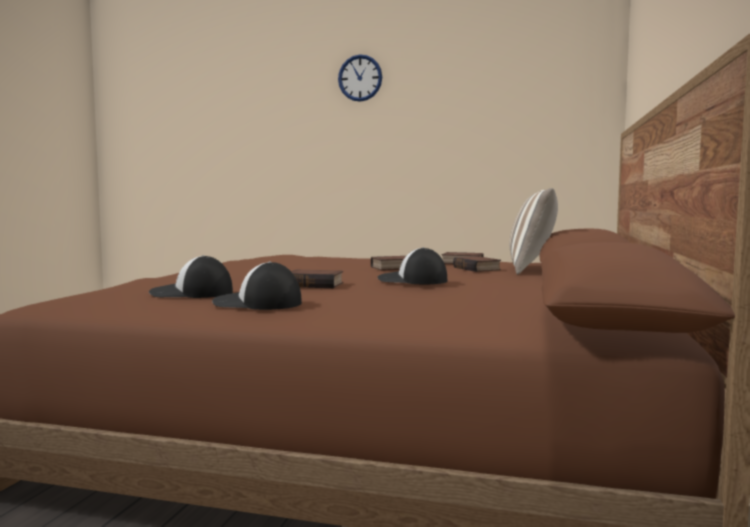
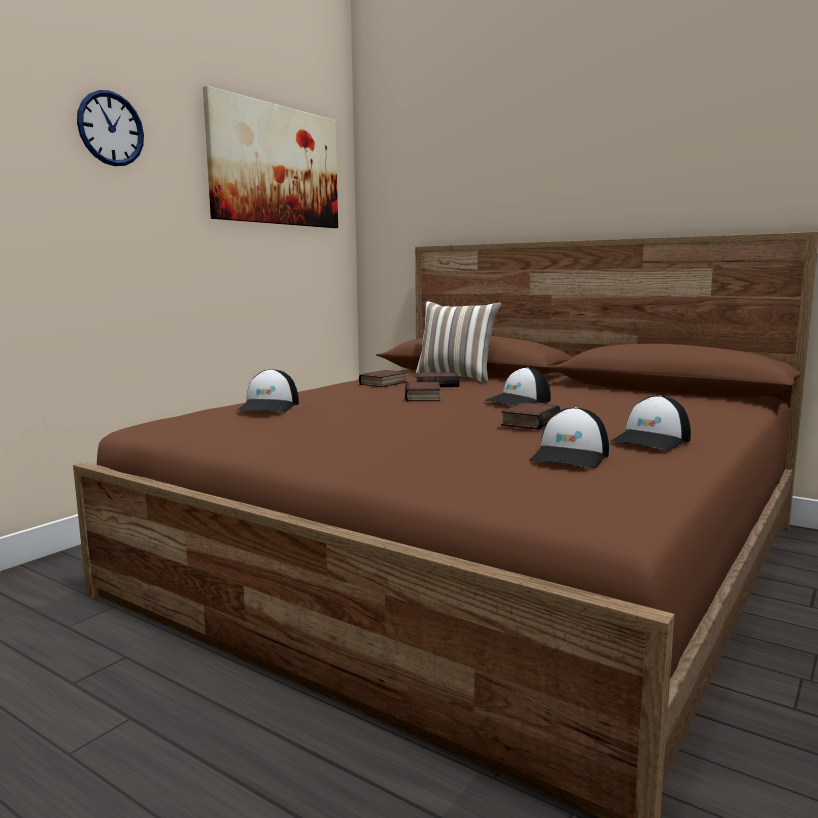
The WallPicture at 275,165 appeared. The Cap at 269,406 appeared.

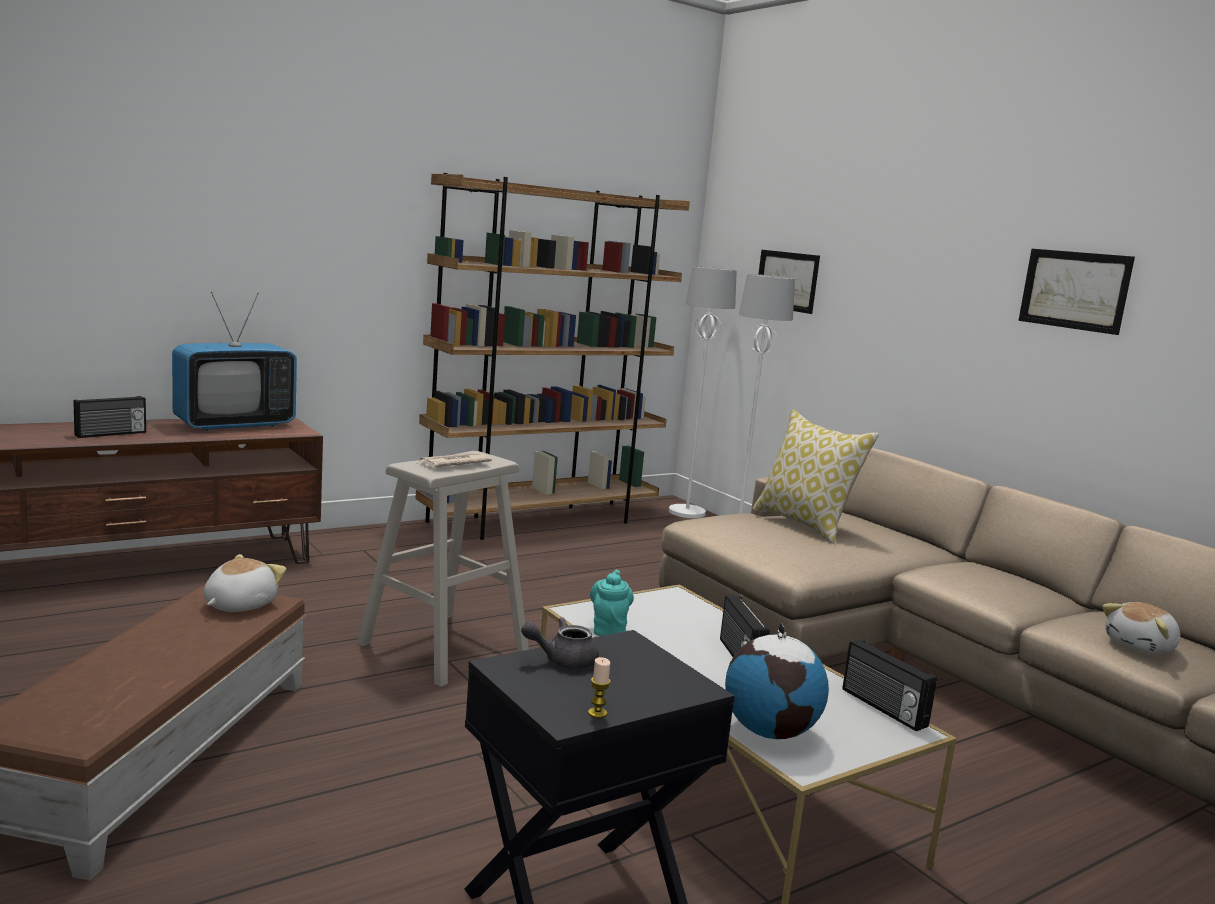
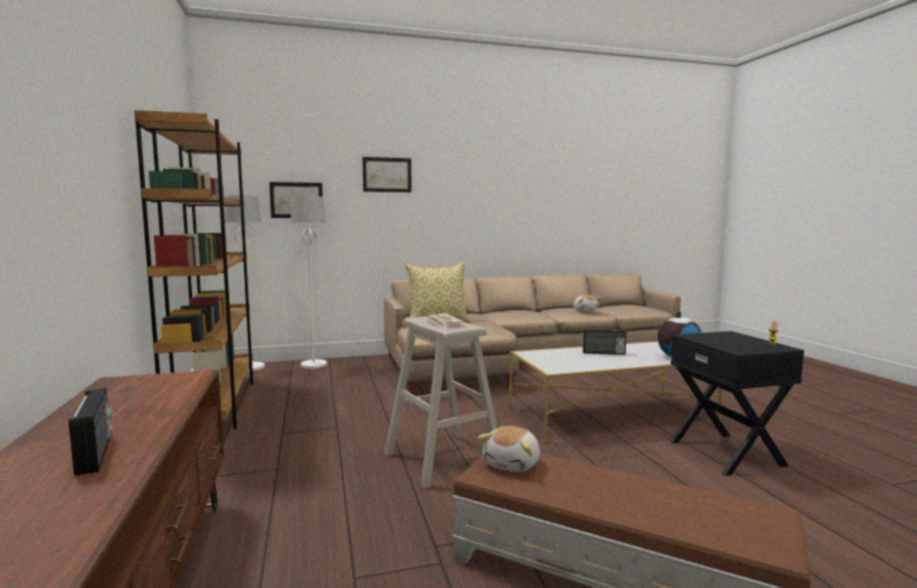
The Television at 234,425 disappeared. The GreyishTeaPot at 562,660 disappeared. The TurquoiseColouredTeaPot at 609,629 disappeared. The Radio at 882,708 disappeared. The WallPicture moved from 1074,290 to 387,174. The PlushToy at 238,605 turned 105 degrees counterclockwise.

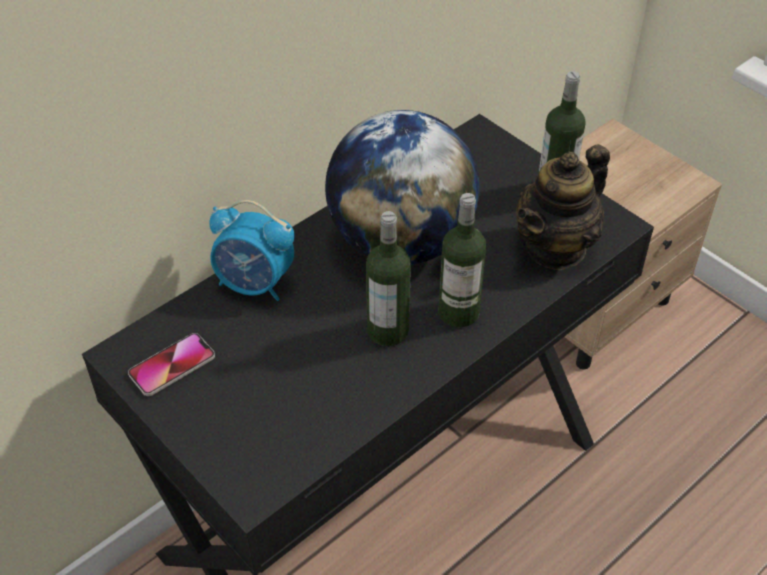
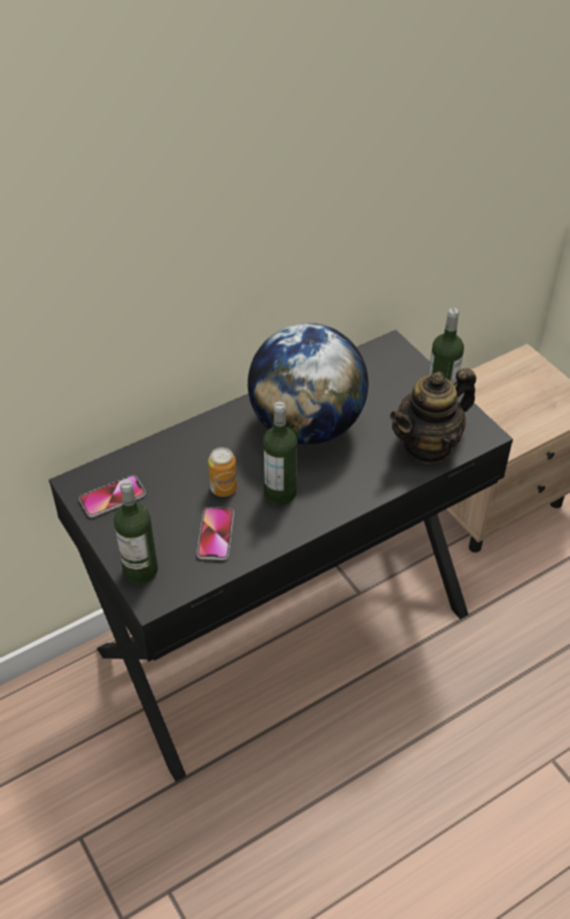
The TableClock at 255,284 disappeared. The Handset at 215,534 appeared. The MetalCan at 223,488 appeared. The BeverageBottle moved from 458,312 to 140,570.

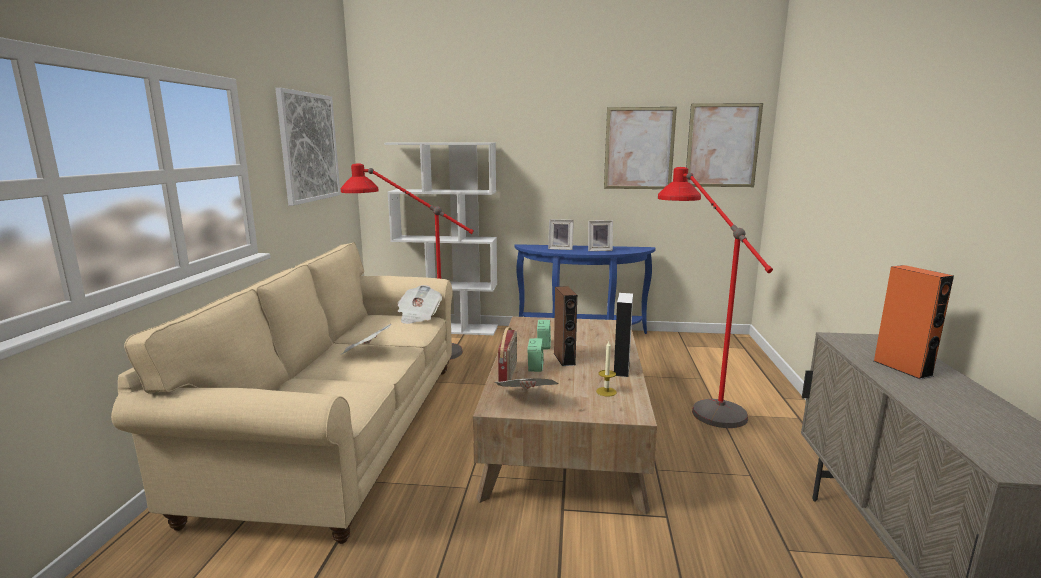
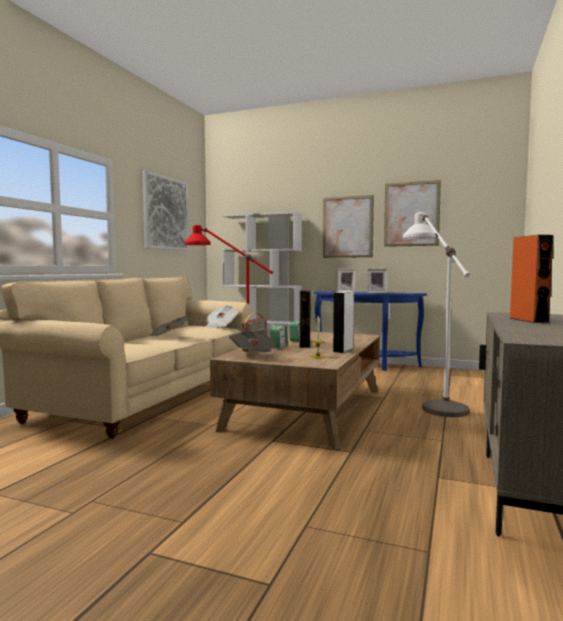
The WallPicture moved from 722,145 to 347,227. The RedStandardLamp at 696,398 became the WhitishStandardLamp at 432,400.

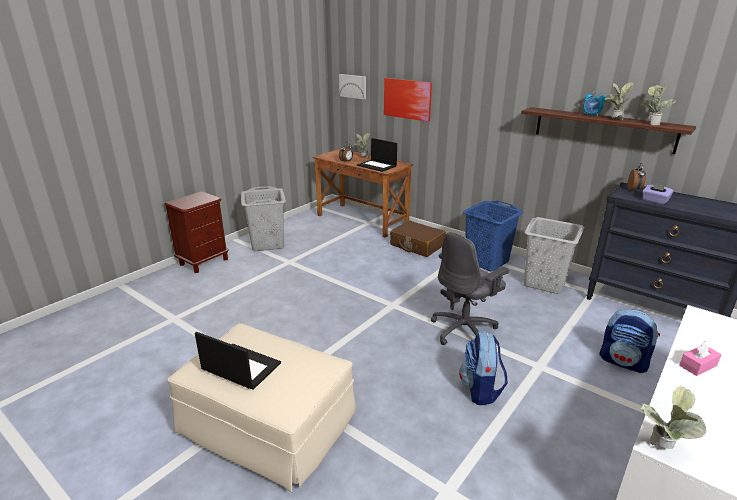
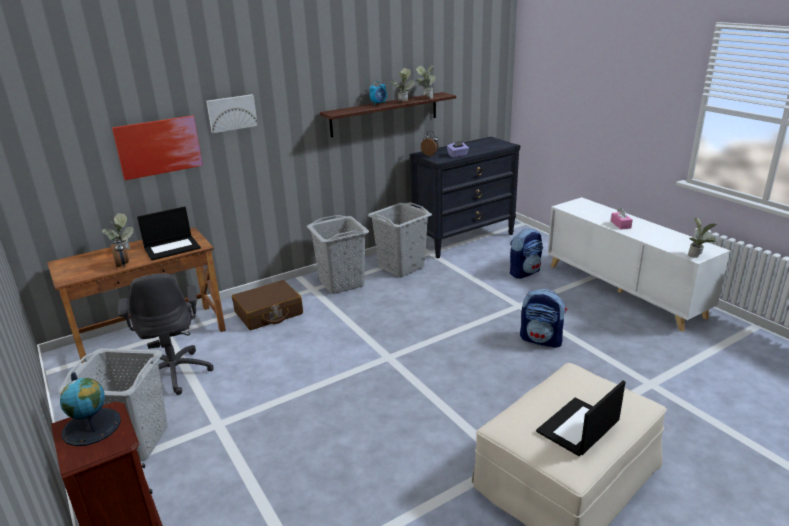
The WorldGlobe at 92,426 appeared. The WallPicture moved from 353,86 to 231,113. The GreyishComputerChair moved from 464,330 to 175,373. The BluishWashingBasket at 487,261 became the GreyishWashingBasket at 342,283.

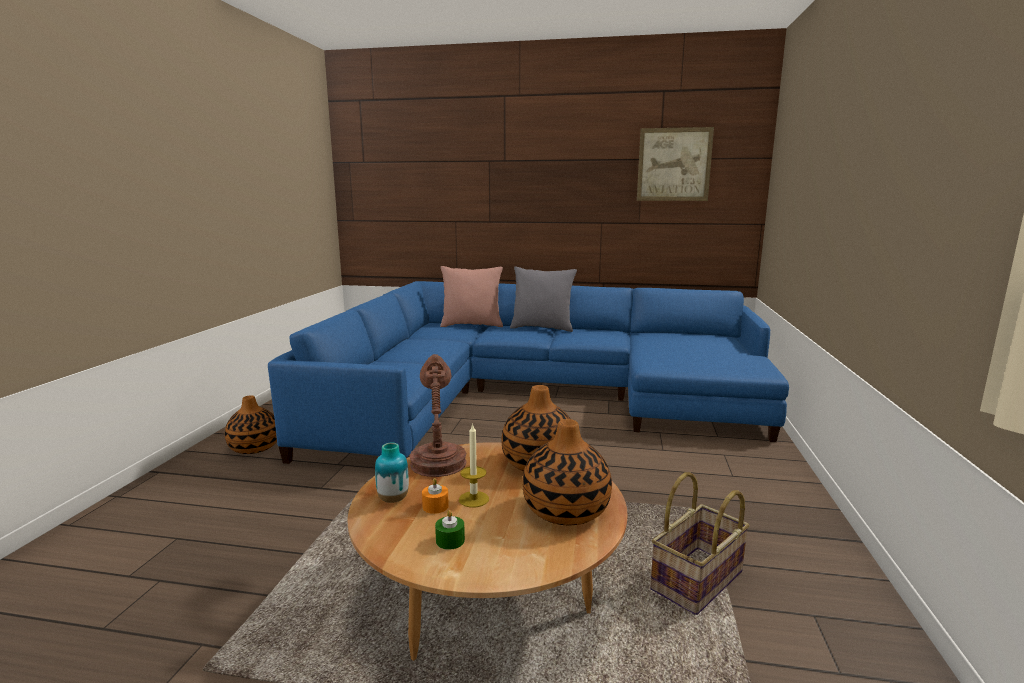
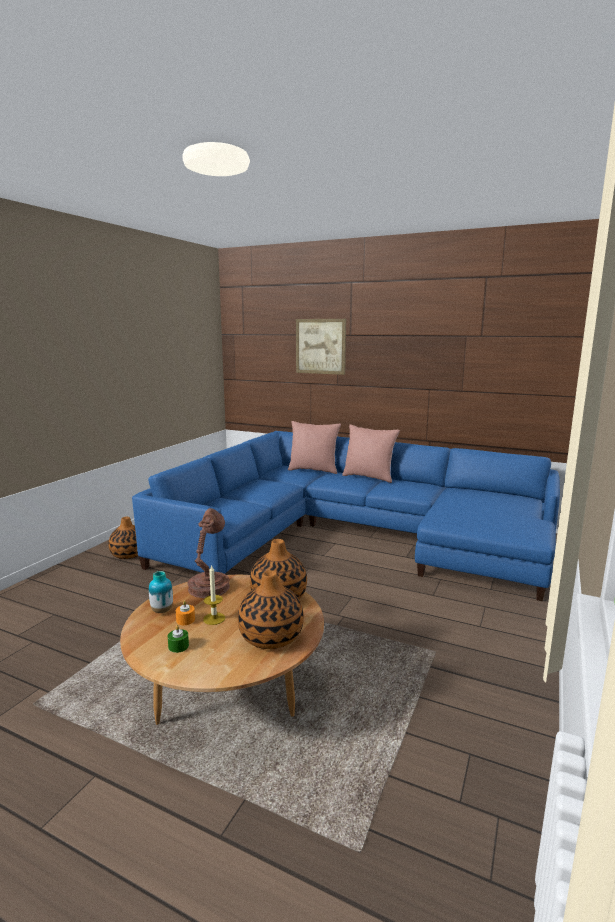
The HouseholdBasket at 698,582 disappeared. The WallPicture moved from 674,164 to 320,346. The GreyishPillow at 542,328 became the PinkColouredPillow at 369,477.

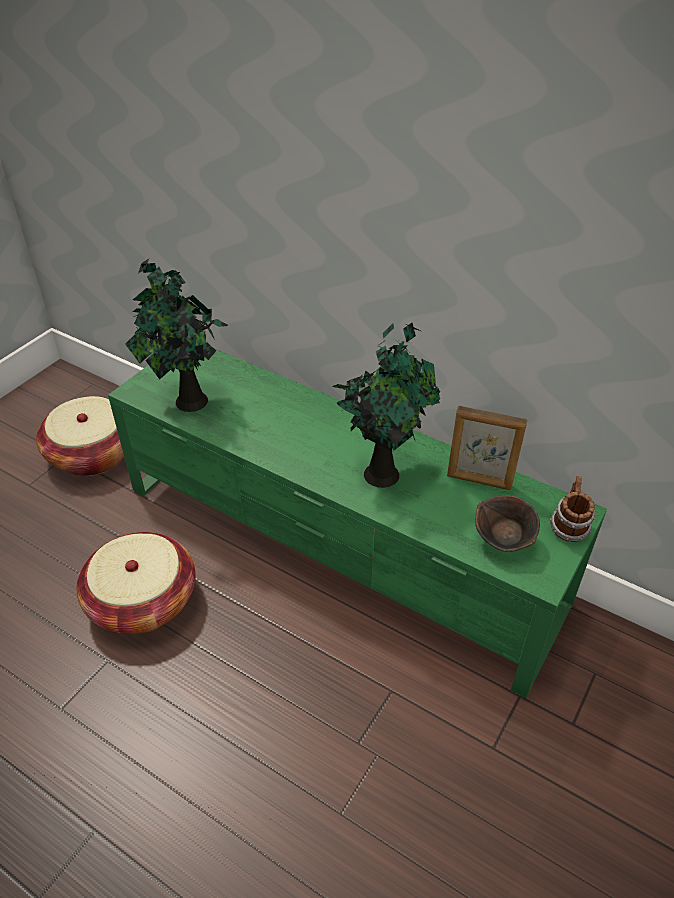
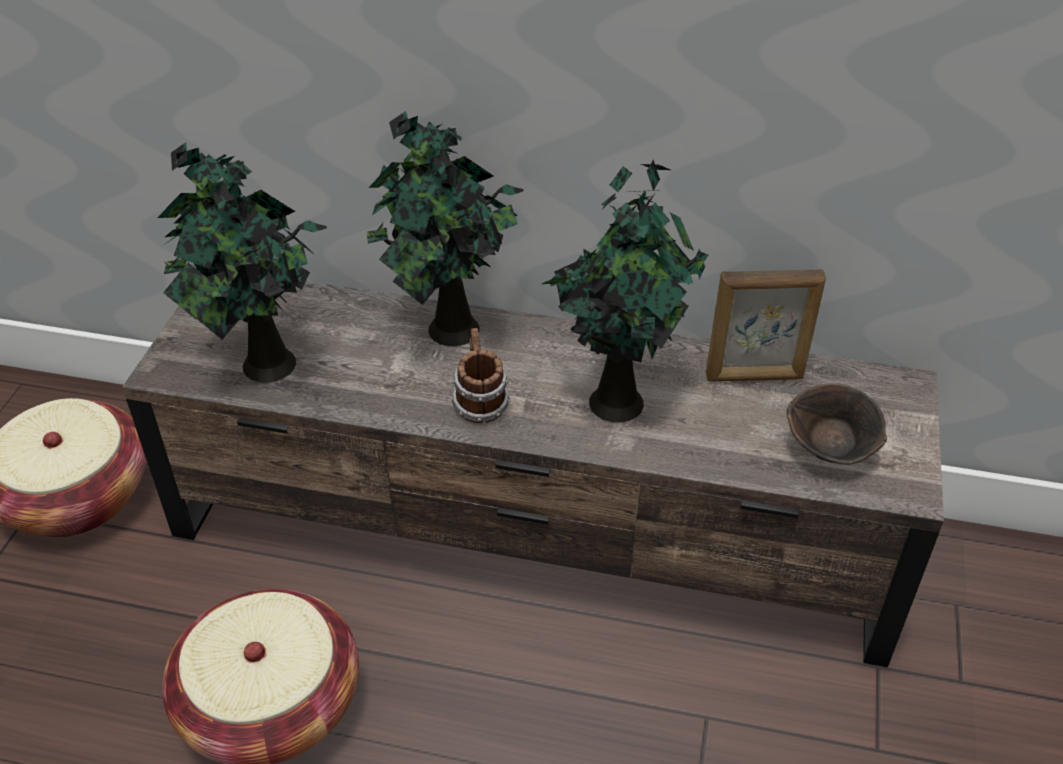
The PottedPlant at 449,331 appeared. The Mug moved from 568,527 to 479,404. The GreenColouredMediaConsole at 339,545 became the BrownColouredMediaConsole at 535,530.

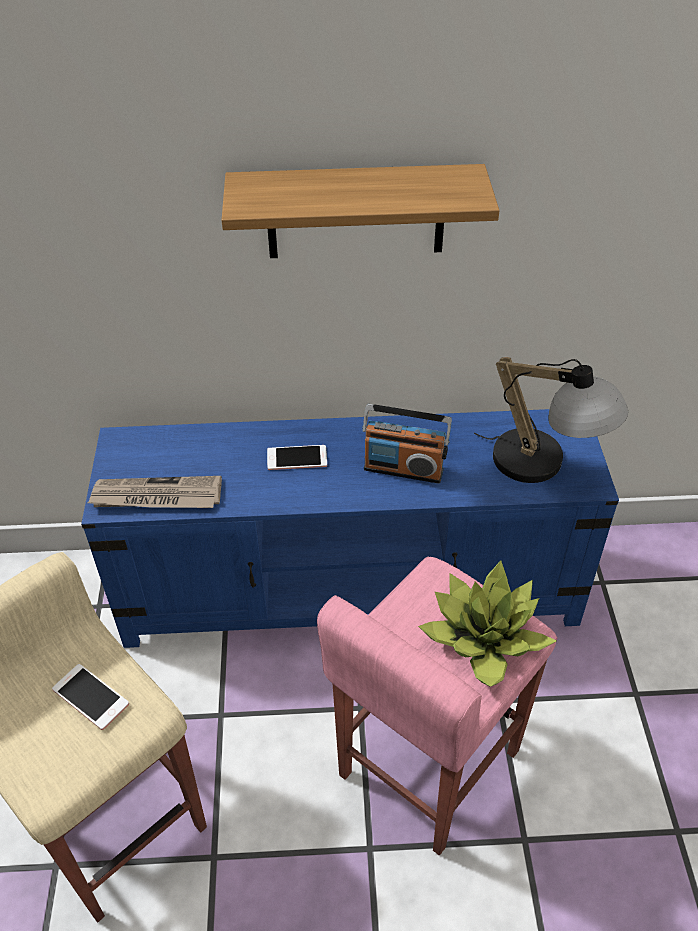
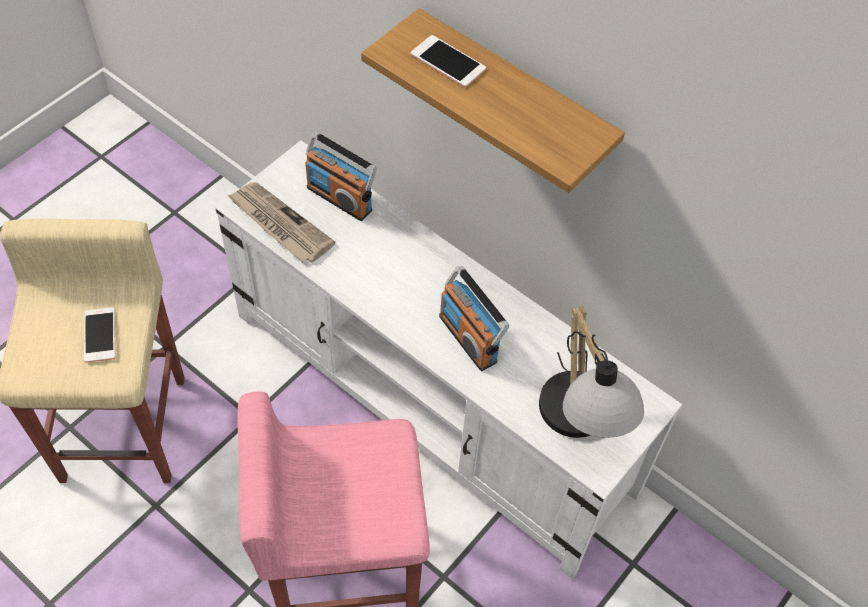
The PottedPlant at 485,639 disappeared. The Radio at 340,198 appeared. The Handset moved from 297,458 to 448,62. The BluishMediaConsole at 352,589 became the WhitishMediaConsole at 431,402.

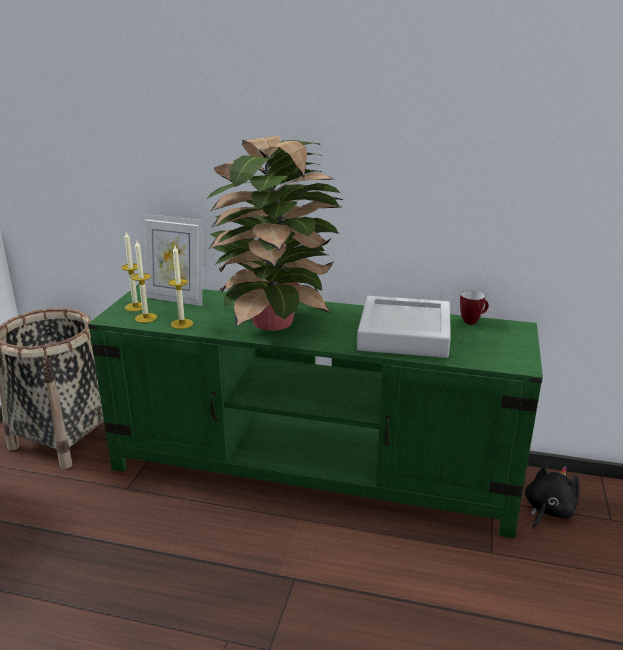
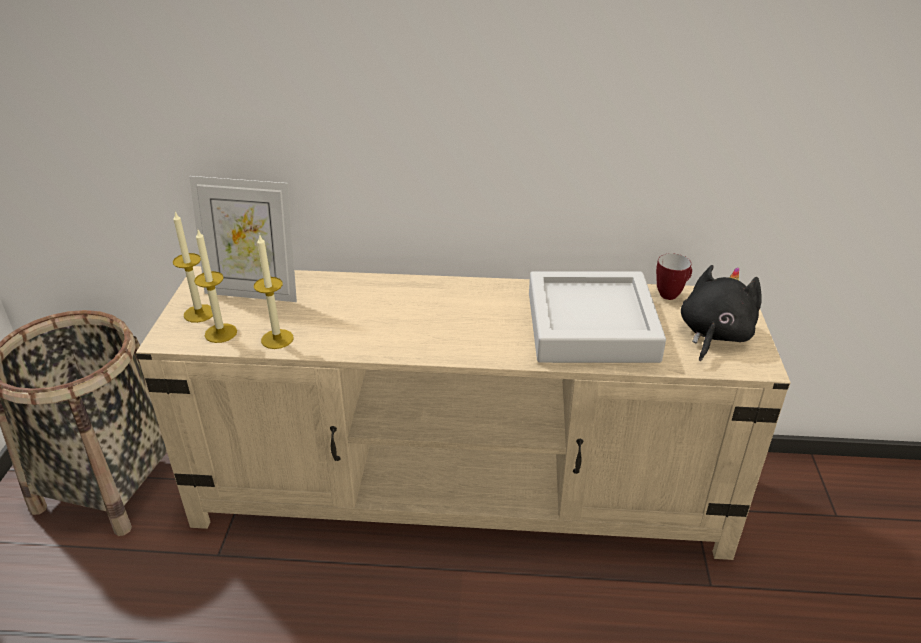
The PottedPlant at 277,323 disappeared. The BlackPlushToy moved from 547,510 to 713,334. The GreenColouredMediaConsole at 313,469 became the BeigeColouredMediaConsole at 463,491.

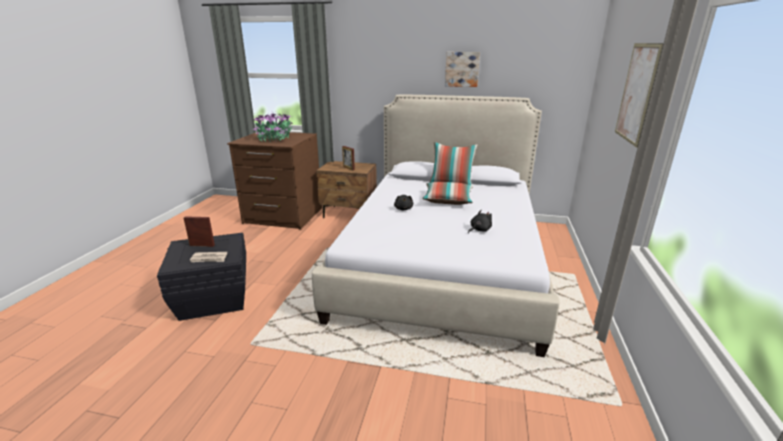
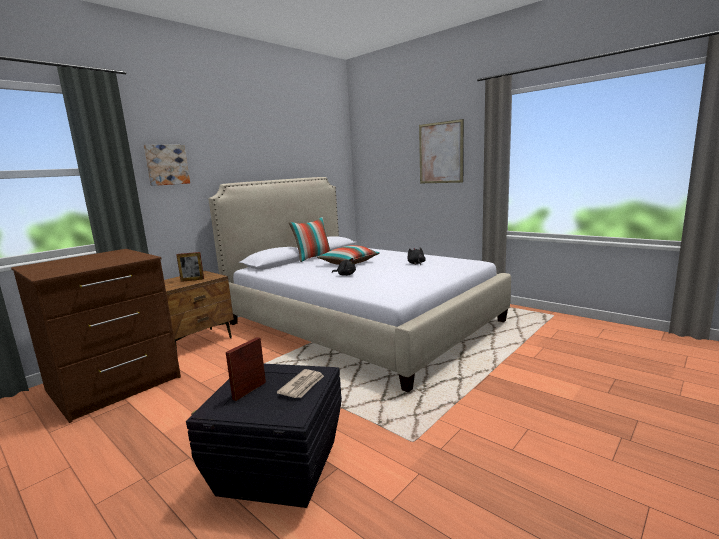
The PottedPlant at 274,139 disappeared. The WallPicture moved from 462,69 to 166,165.

